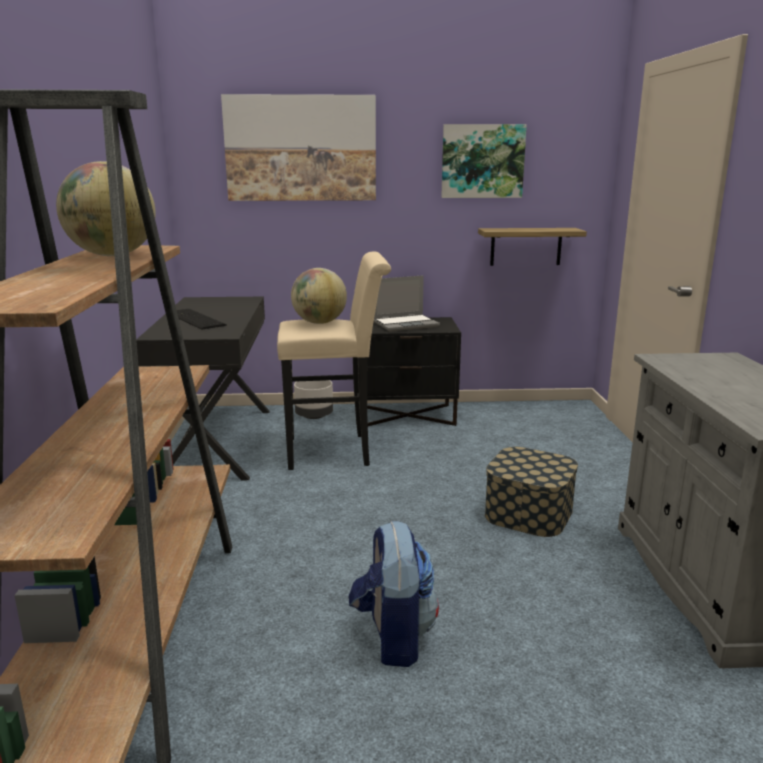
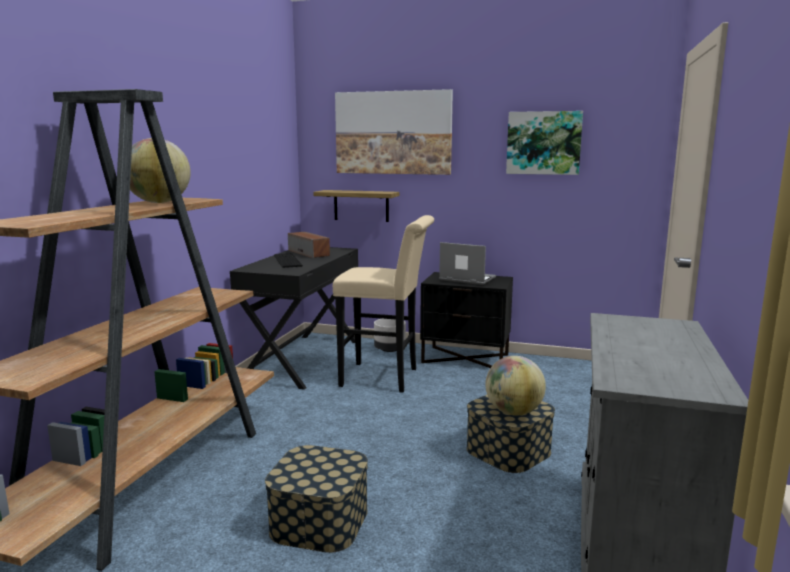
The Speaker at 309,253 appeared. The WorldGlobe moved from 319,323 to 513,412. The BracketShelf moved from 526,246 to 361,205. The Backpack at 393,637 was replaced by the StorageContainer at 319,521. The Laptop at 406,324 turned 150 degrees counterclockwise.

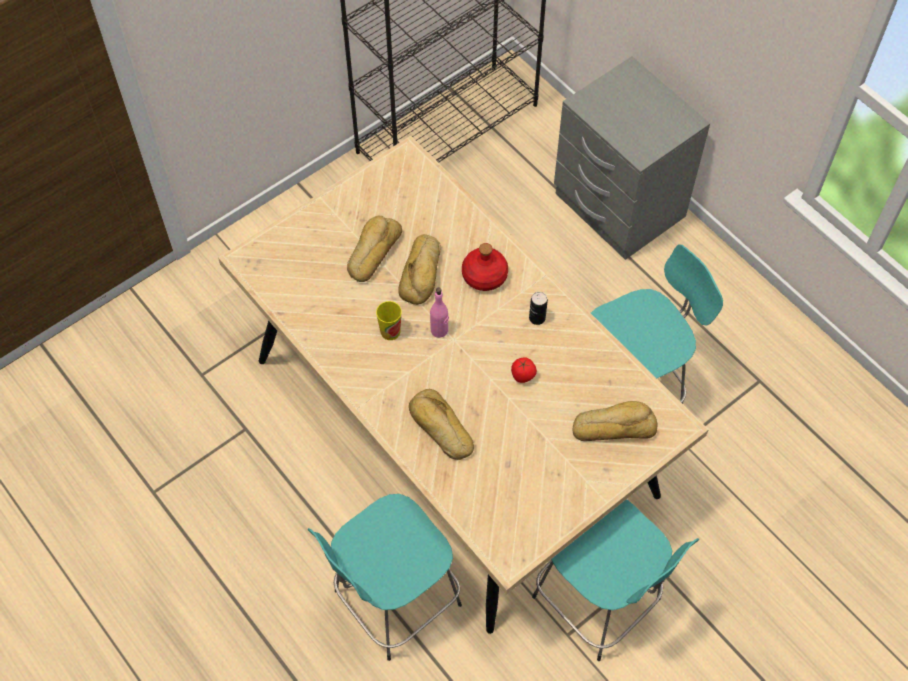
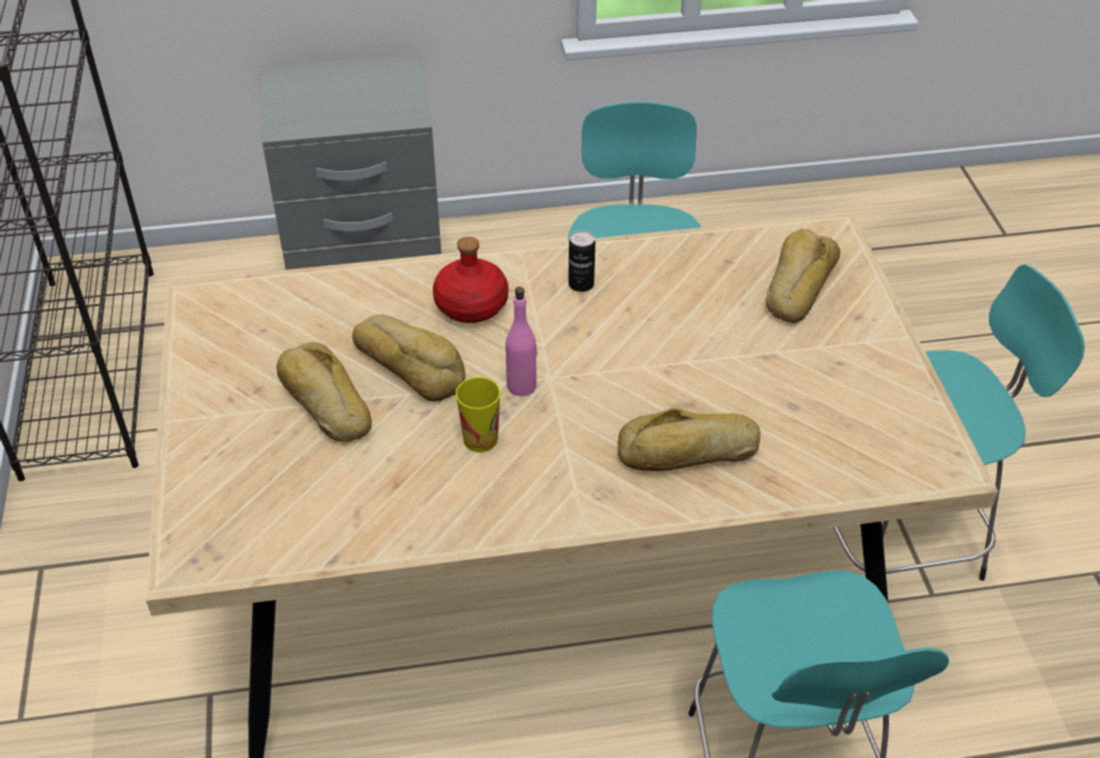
The Tomato at 523,376 disappeared.

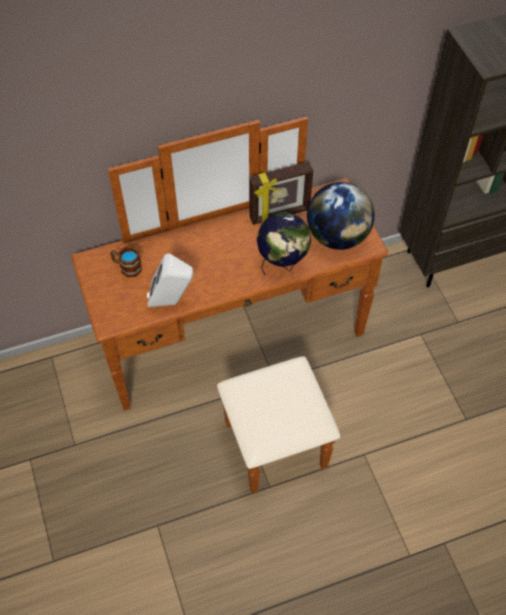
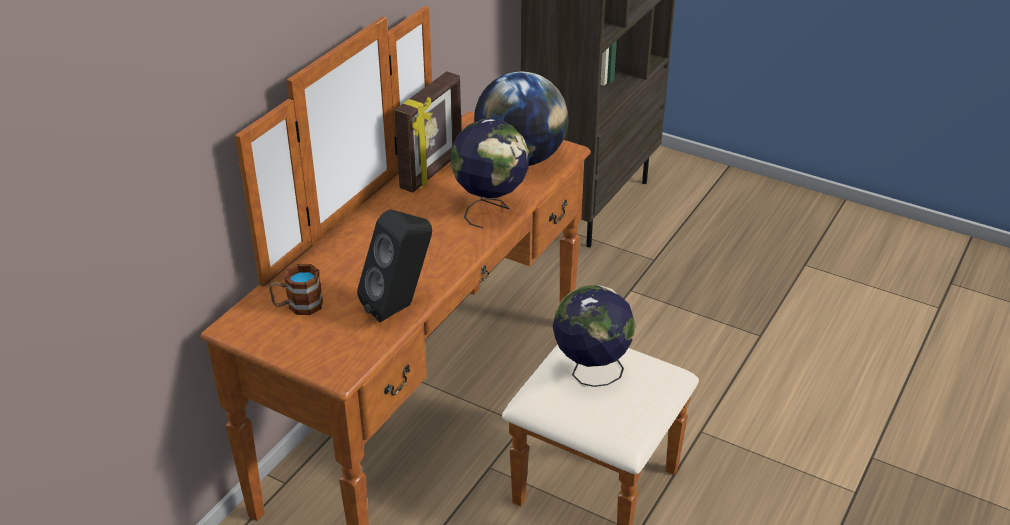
The WorldGlobe at 590,372 appeared. The WhitishSpeaker at 172,301 became the BlackSpeaker at 400,307.

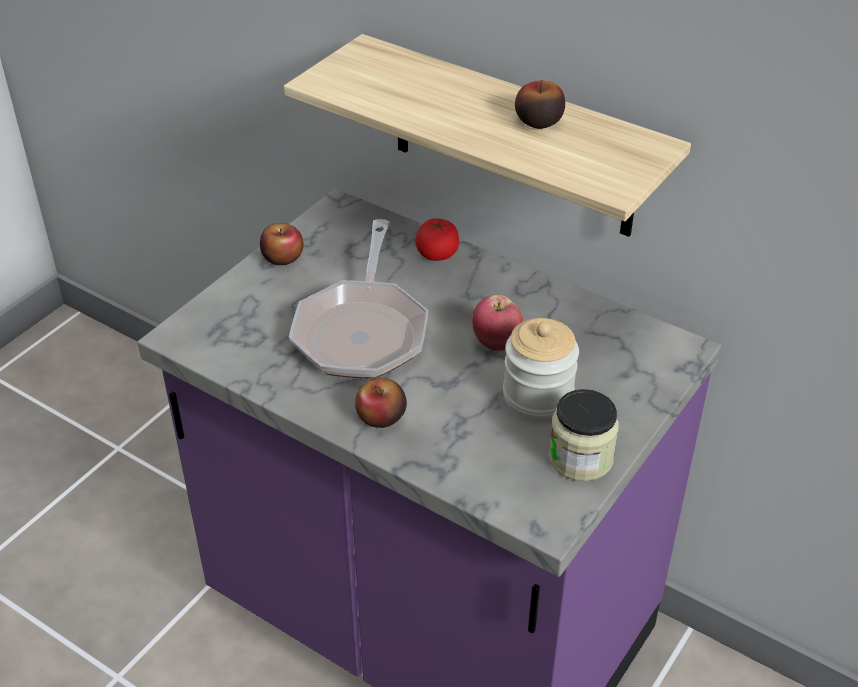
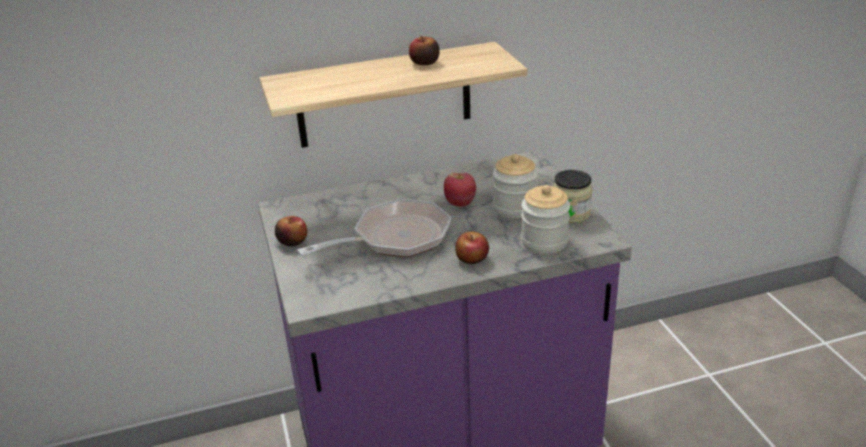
The Tomato at 437,253 disappeared. The PreserveJar at 544,241 appeared. The Pan at 362,330 turned 75 degrees counterclockwise.

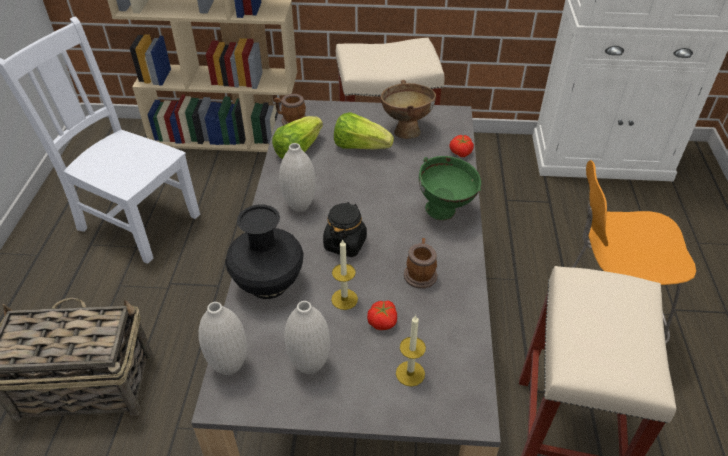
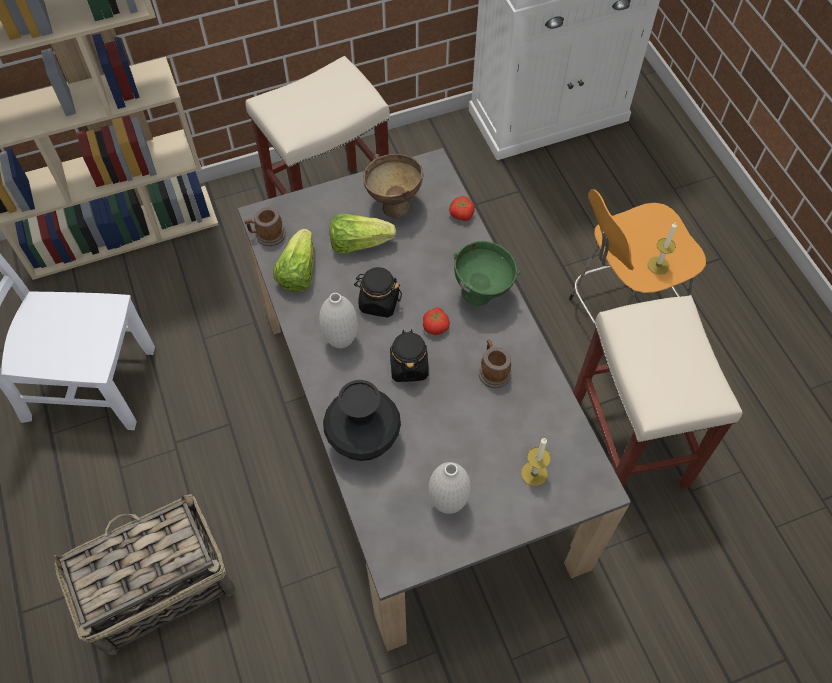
The WhitishFlowerVase at 229,366 disappeared. The BlackPreserveJar at 378,302 appeared. The WaxLight moved from 344,299 to 658,265. The Tomato moved from 383,322 to 436,326.

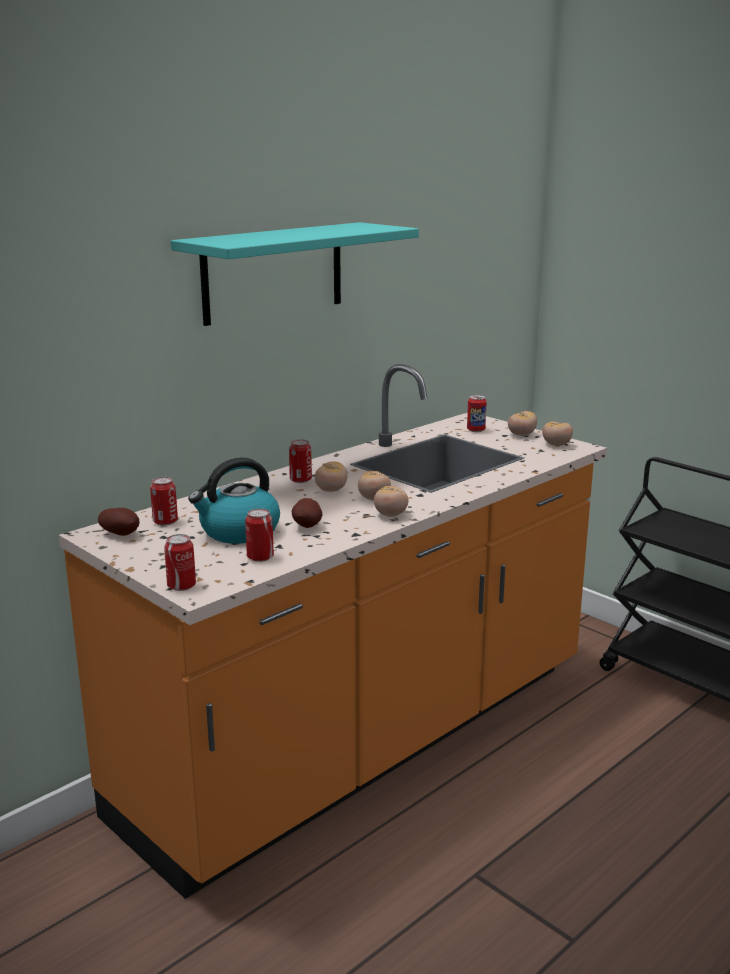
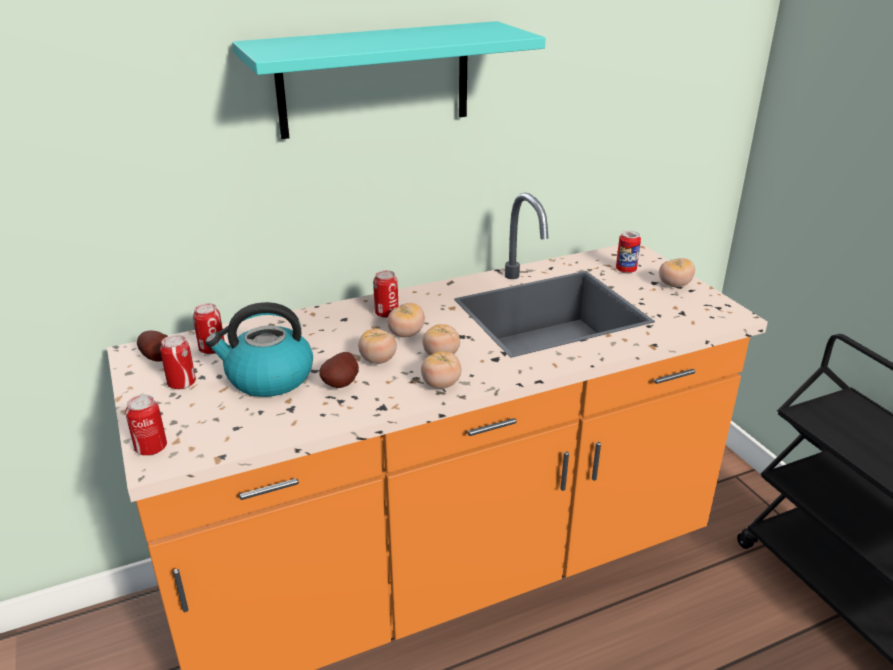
The MetalCan moved from 260,557 to 182,383. The Tomato moved from 556,445 to 378,360.

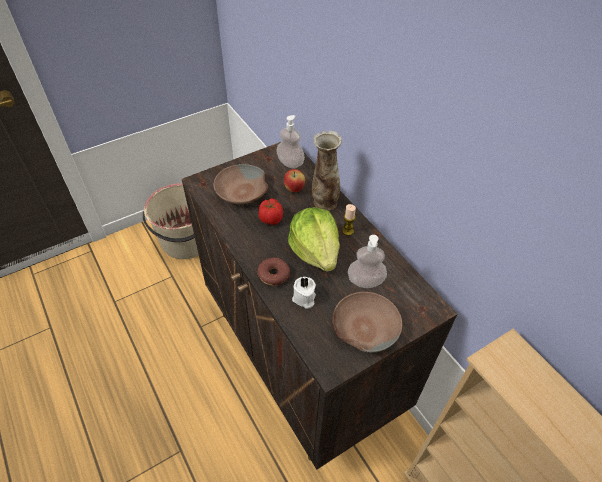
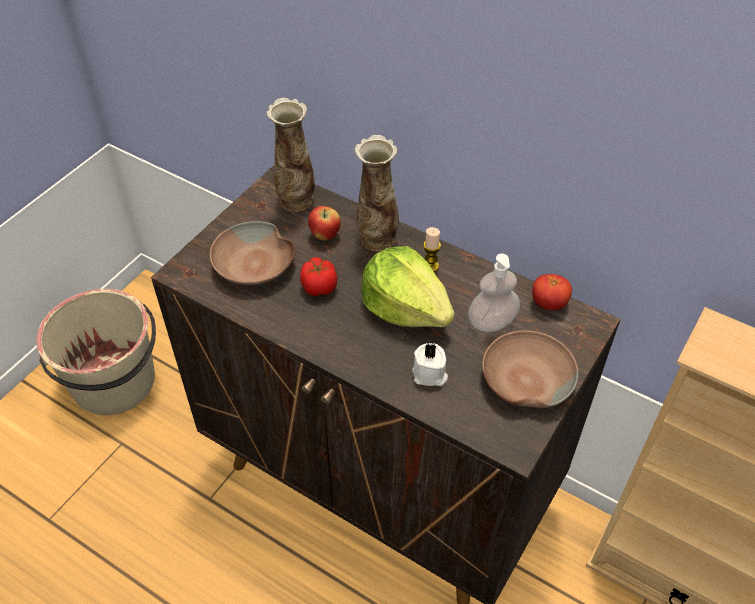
The RingDoughnut at 273,275 disappeared. The Tomato at 548,304 appeared. The LiquidSoapBottle at 290,163 was replaced by the FlowerVase at 296,201.

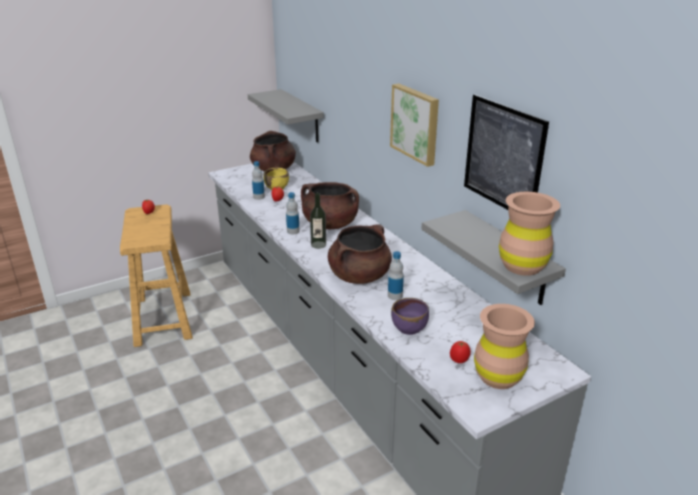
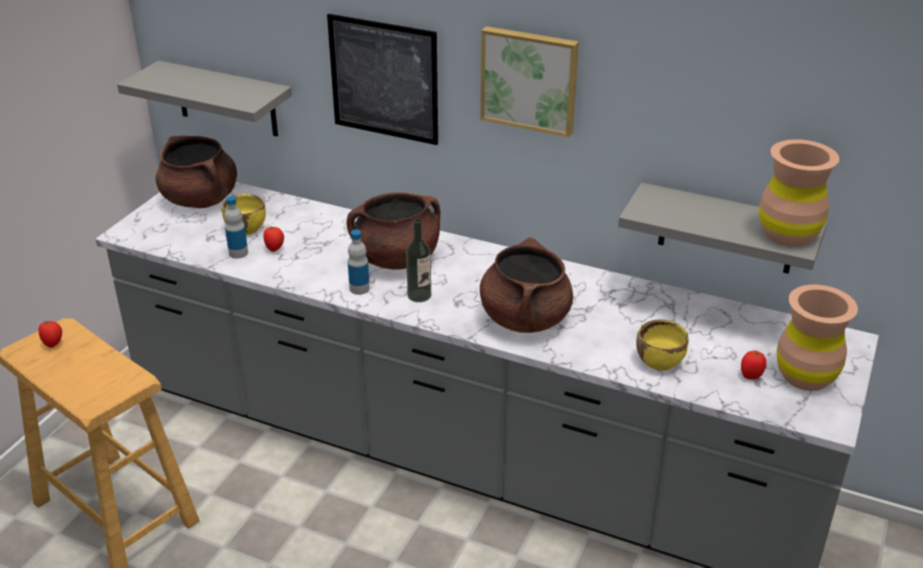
The BeverageBottle at 395,296 disappeared. The WallPicture moved from 503,156 to 384,79. The PurplishServingBowl at 409,328 became the YellowishServingBowl at 660,361.

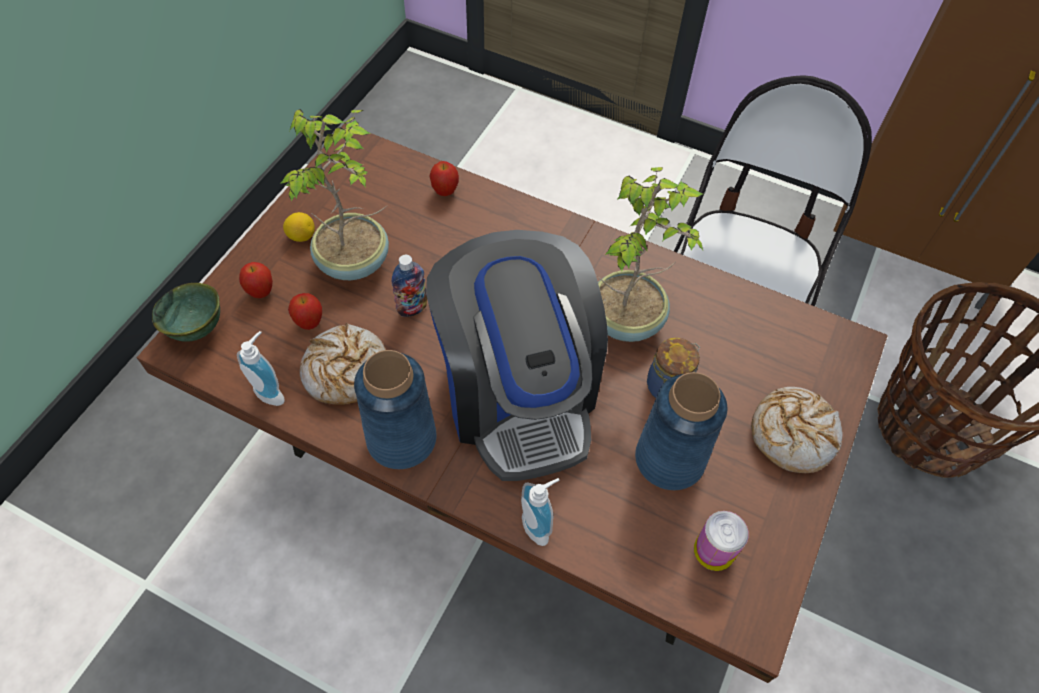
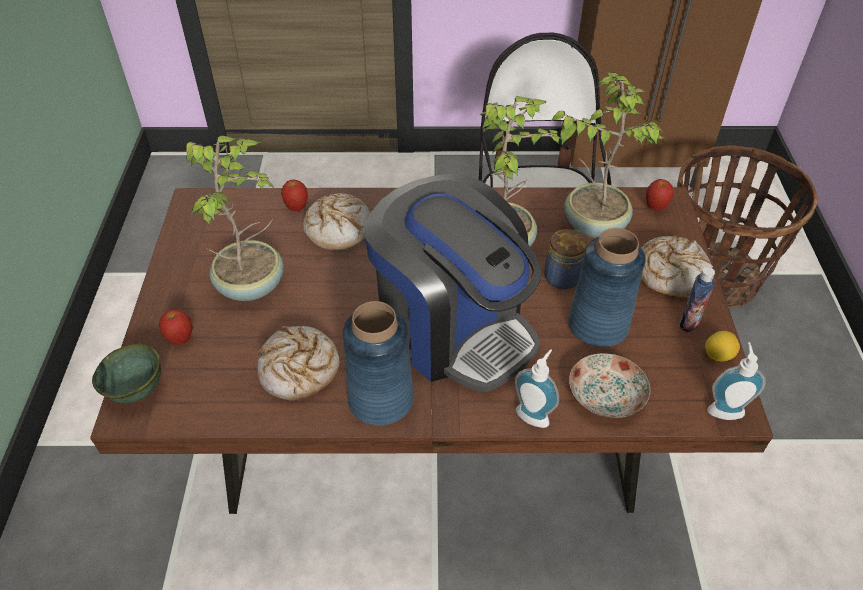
The MetalCan at 714,550 disappeared. The Bread at 338,229 appeared. The PottedPlant at 593,224 appeared. The Plate at 605,396 appeared. The LiquidSoapBottle moved from 272,391 to 724,408. The WholeLemon moved from 301,236 to 718,355. The Apple moved from 309,323 to 655,207. The BeverageBottle moved from 412,308 to 689,322.

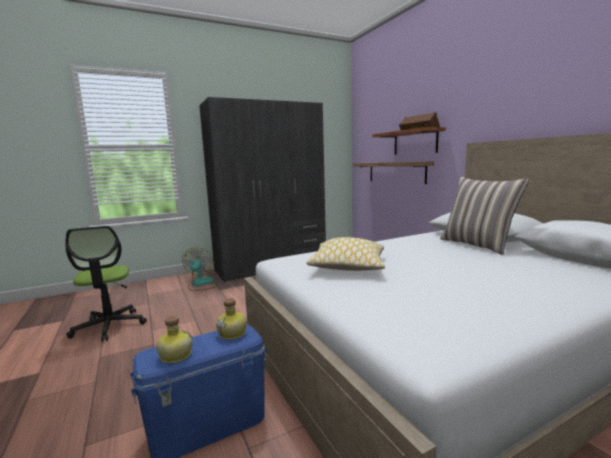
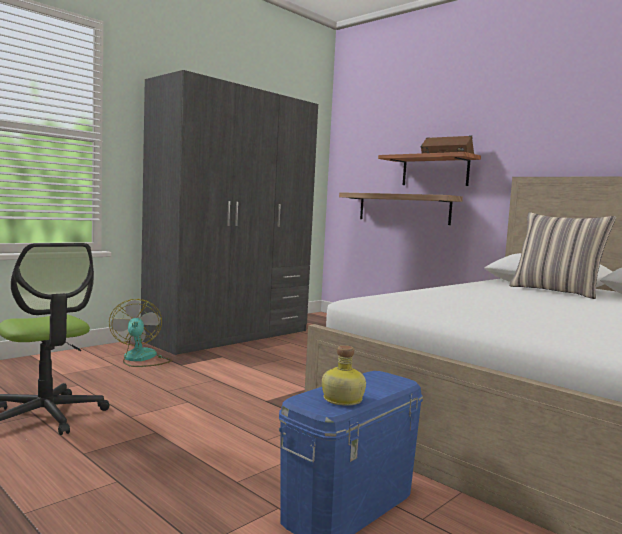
The BeverageBottle at 233,333 disappeared. The Pillow at 348,266 disappeared.

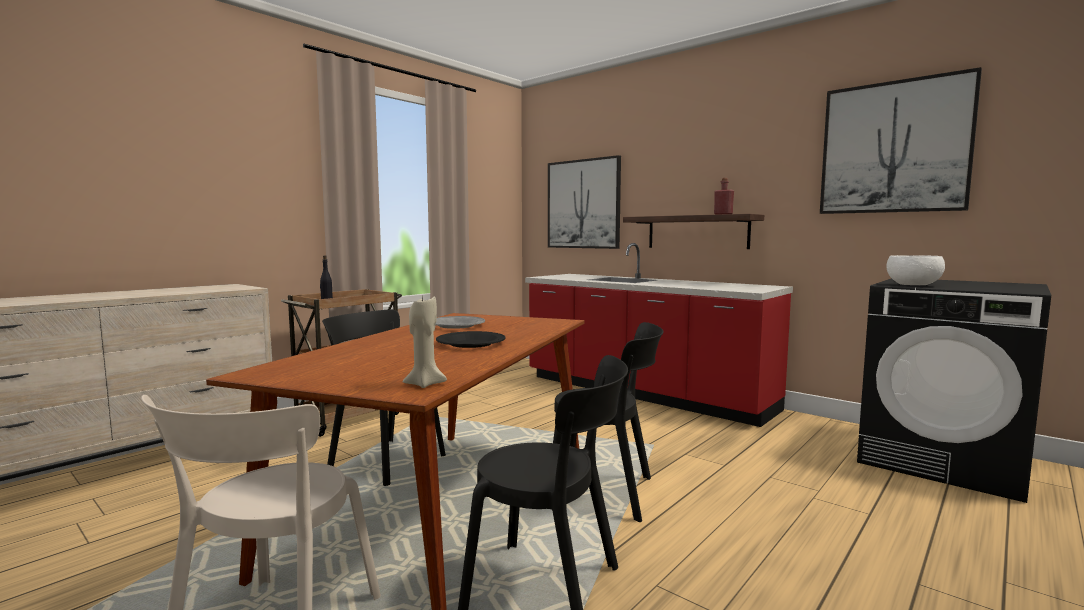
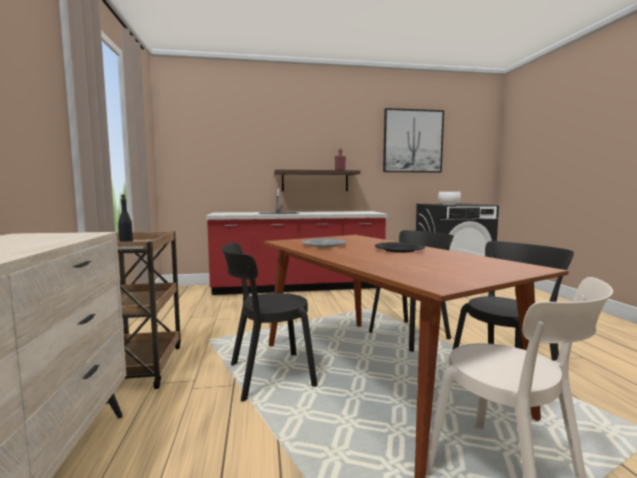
The BeigeColouredWaxLight at 424,384 disappeared. The WallPicture at 583,204 disappeared.

